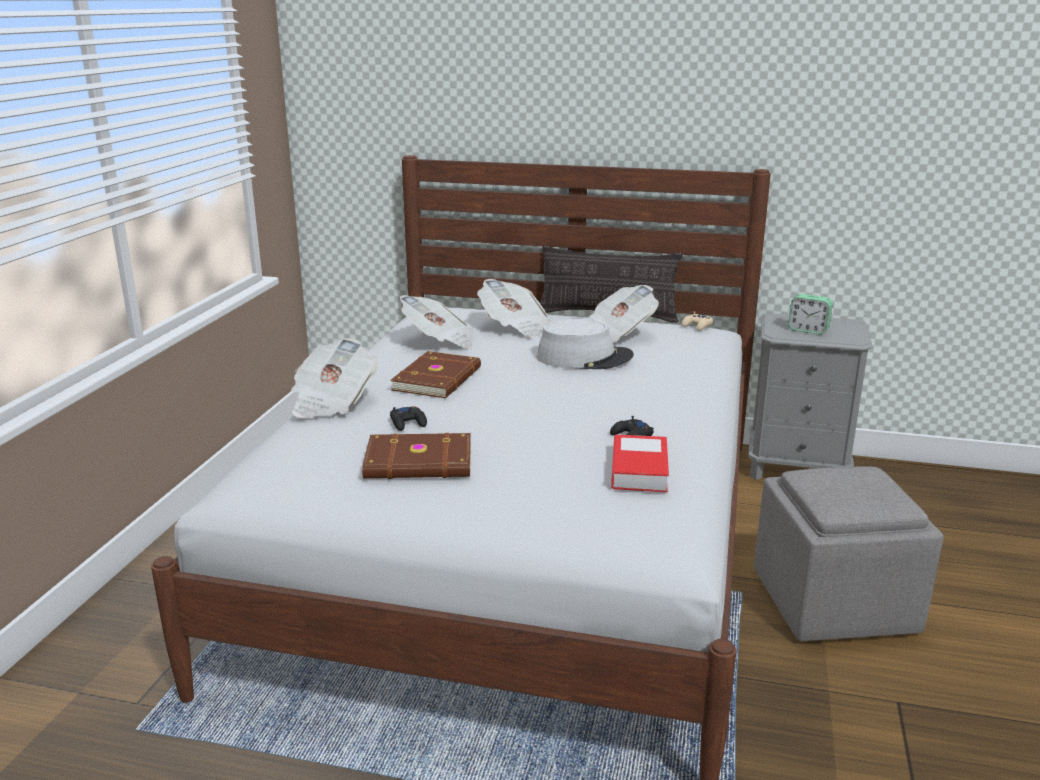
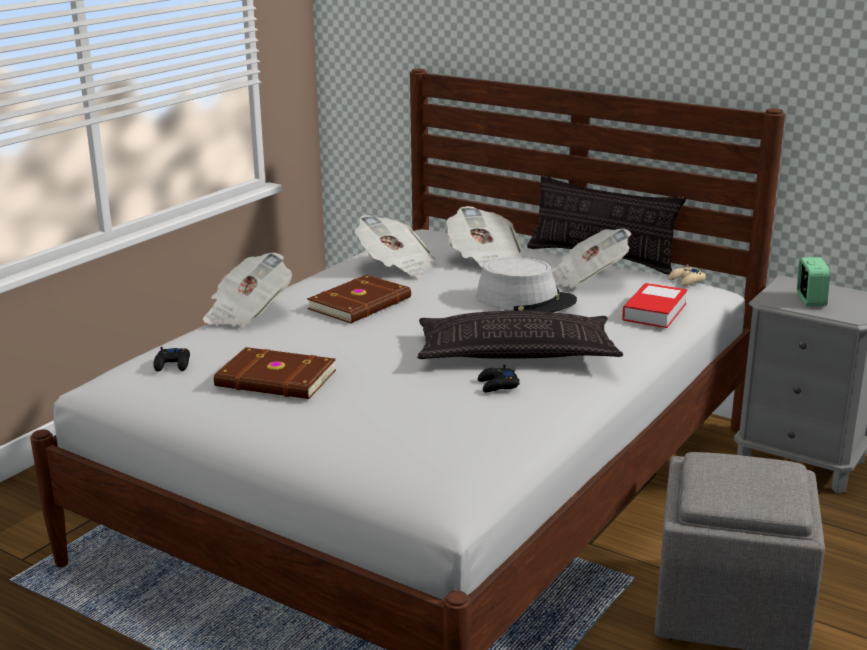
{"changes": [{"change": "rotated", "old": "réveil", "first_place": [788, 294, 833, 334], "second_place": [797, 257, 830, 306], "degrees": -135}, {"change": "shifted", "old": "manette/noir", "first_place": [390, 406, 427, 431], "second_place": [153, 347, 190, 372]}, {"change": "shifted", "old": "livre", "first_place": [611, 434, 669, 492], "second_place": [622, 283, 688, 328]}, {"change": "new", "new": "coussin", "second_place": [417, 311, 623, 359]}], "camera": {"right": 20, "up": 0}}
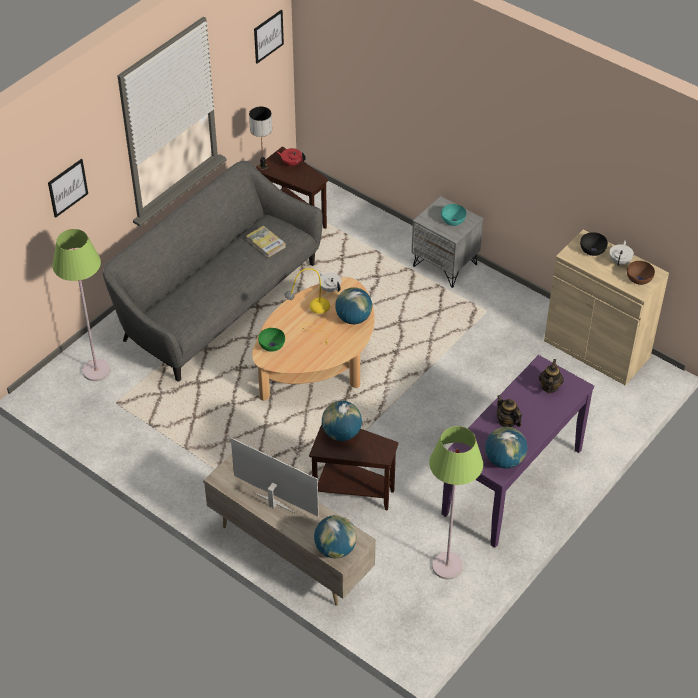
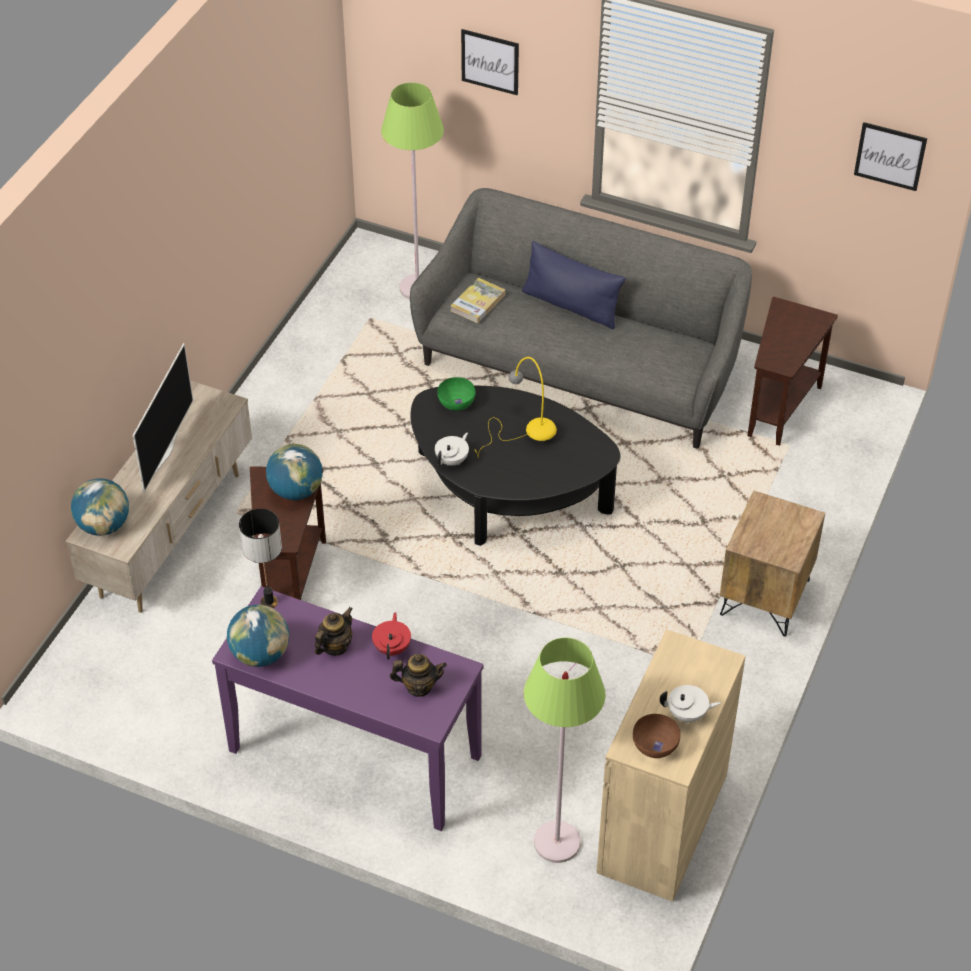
{"changes": [{"change": "shifted", "old": "lampe de table", "first_place": [249, 106, 272, 170], "second_place": [239, 508, 282, 608]}, {"change": "shifted", "old": "théière/rouge", "first_place": [276, 148, 306, 167], "second_place": [372, 612, 411, 660]}, {"change": "repainted", "old": "table de chevet/gris", "new": "table de chevet/marron", "first_place": [411, 196, 483, 288], "second_place": [720, 491, 825, 636]}, {"change": "gone", "old": "bol/turquoise", "first_place": [441, 204, 466, 226]}, {"change": "shifted", "old": "livre", "first_place": [246, 226, 286, 258], "second_place": [450, 278, 505, 323]}, {"change": "gone", "old": "bol/noir", "first_place": [580, 232, 608, 256]}, {"change": "shifted", "old": "théière/blanc", "first_place": [319, 271, 341, 292], "second_place": [435, 433, 469, 466]}, {"change": "repainted", "old": "table basse/beige", "new": "table basse/noir", "first_place": [252, 277, 375, 401], "second_place": [410, 386, 621, 546]}, {"change": "gone", "old": "globe", "first_place": [335, 287, 372, 324]}, {"change": "shifted", "old": "lampadaire/vert", "first_place": [429, 426, 483, 579], "second_place": [524, 638, 606, 863]}, {"change": "new", "new": "coussin/bleu", "second_place": [522, 241, 626, 329]}], "camera": {"right": 75, "up": 0}}
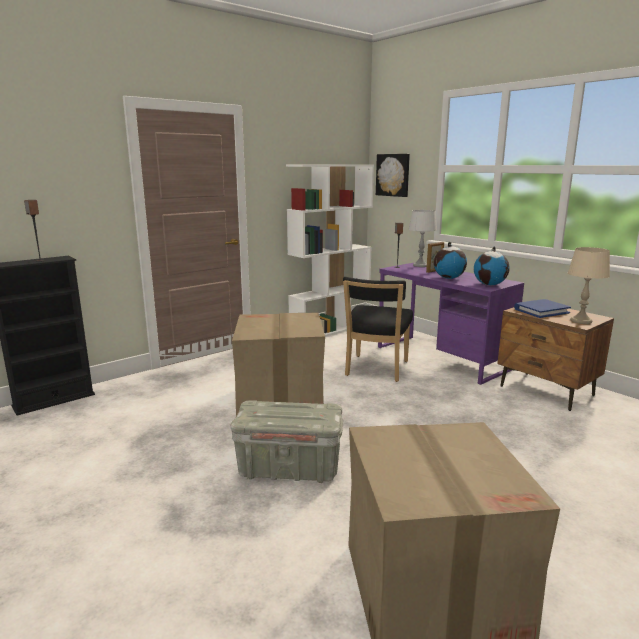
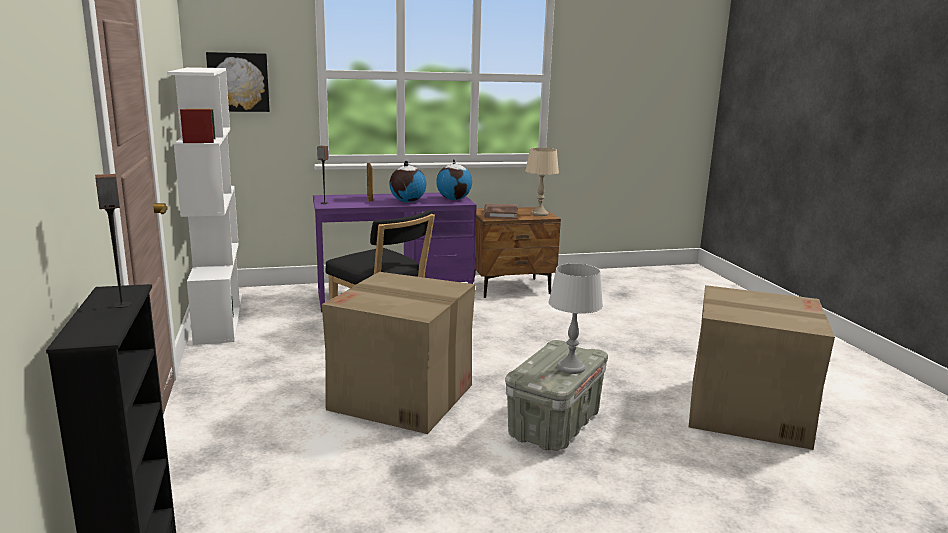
{"changes": [{"change": "shifted", "old": "lampe de table/gris", "first_place": [408, 210, 437, 267], "second_place": [549, 263, 603, 374]}, {"change": "repainted", "old": "livre/bleu", "new": "livre/marron", "first_place": [514, 299, 571, 318], "second_place": [484, 204, 518, 219]}], "camera": {"right": -65, "up": 0}}
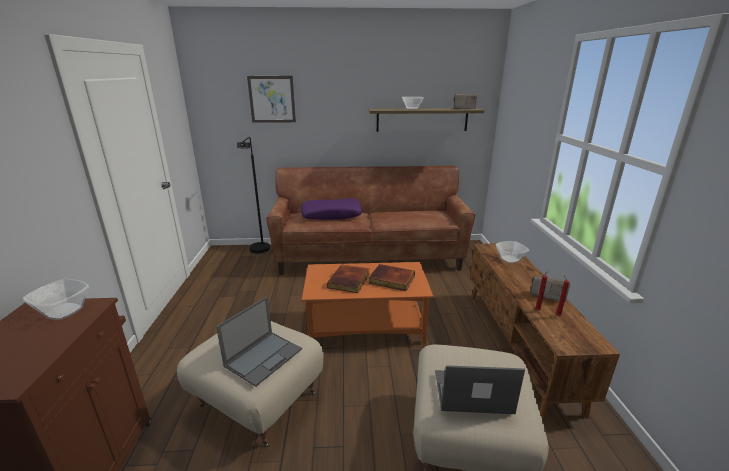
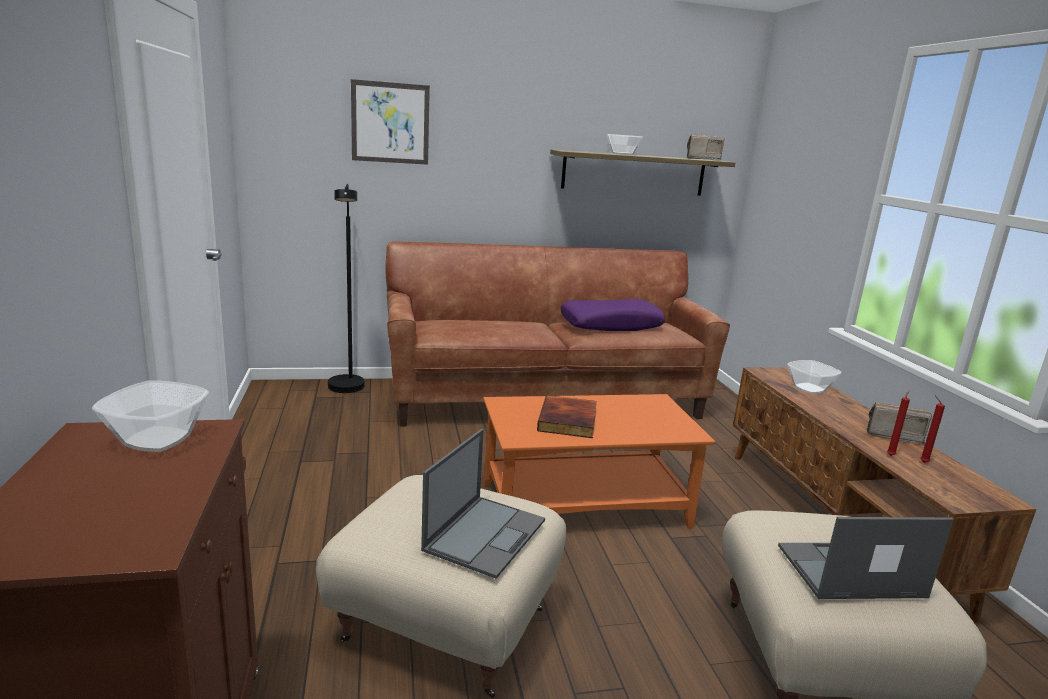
{"changes": [{"change": "shifted", "old": "coussin/violet", "first_place": [301, 198, 362, 220], "second_place": [561, 299, 665, 331]}, {"change": "gone", "old": "livre", "first_place": [368, 264, 415, 291]}], "camera": {"right": -10, "up": -5}}
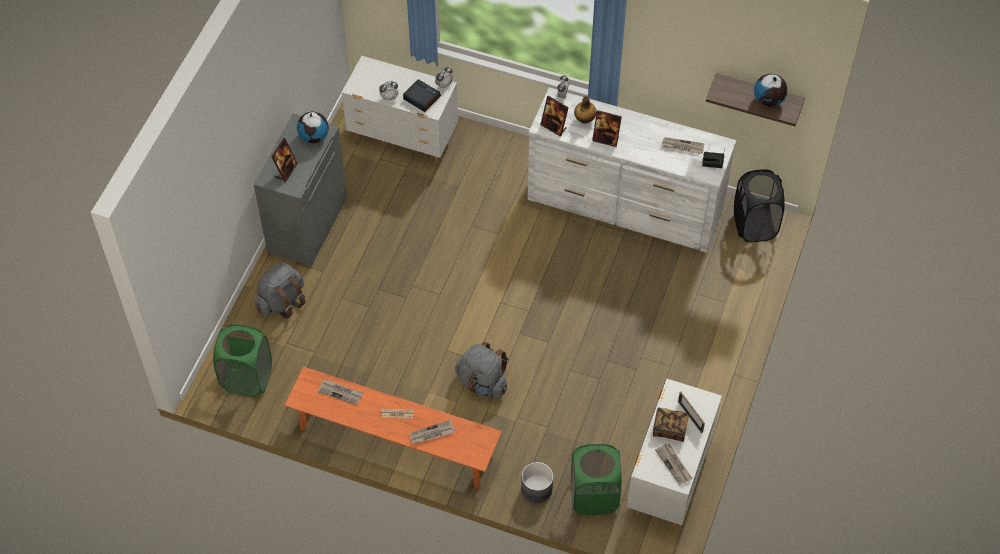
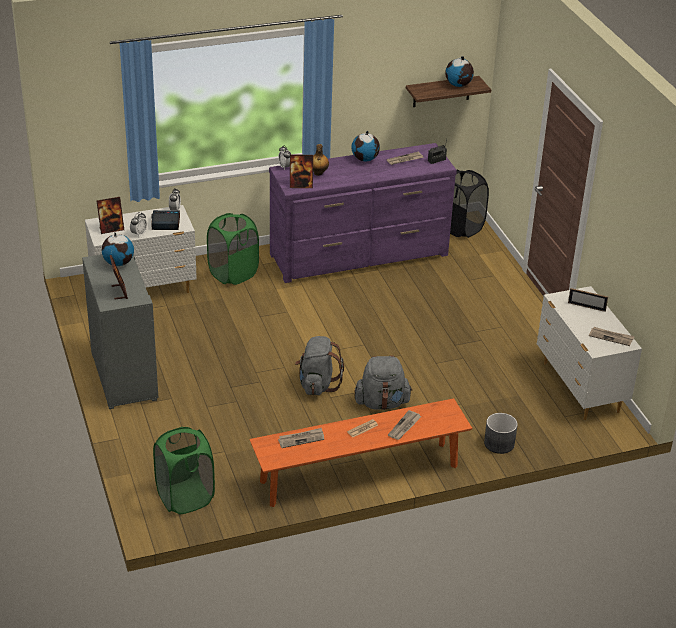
{"changes": [{"change": "repainted", "old": "commode/blanc", "new": "commode/violet", "first_place": [528, 87, 737, 253], "second_place": [269, 143, 457, 283]}, {"change": "shifted", "old": "cadre photo", "first_place": [592, 110, 622, 147], "second_place": [96, 197, 124, 234]}, {"change": "shifted", "old": "sac à dos/gris", "first_place": [255, 262, 306, 319], "second_place": [295, 336, 344, 395]}, {"change": "gone", "old": "livre", "first_place": [653, 407, 689, 442]}, {"change": "shifted", "old": "panier à linge/vert", "first_place": [571, 444, 621, 515], "second_place": [207, 213, 259, 285]}, {"change": "new", "new": "globe", "second_place": [352, 131, 380, 162]}], "camera": {"right": -40, "up": -20}}
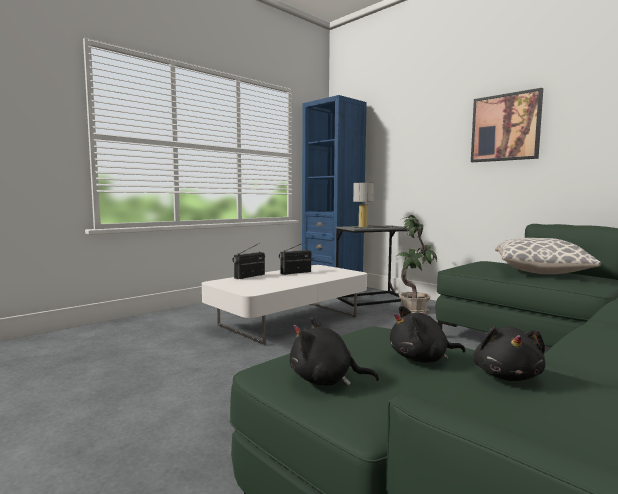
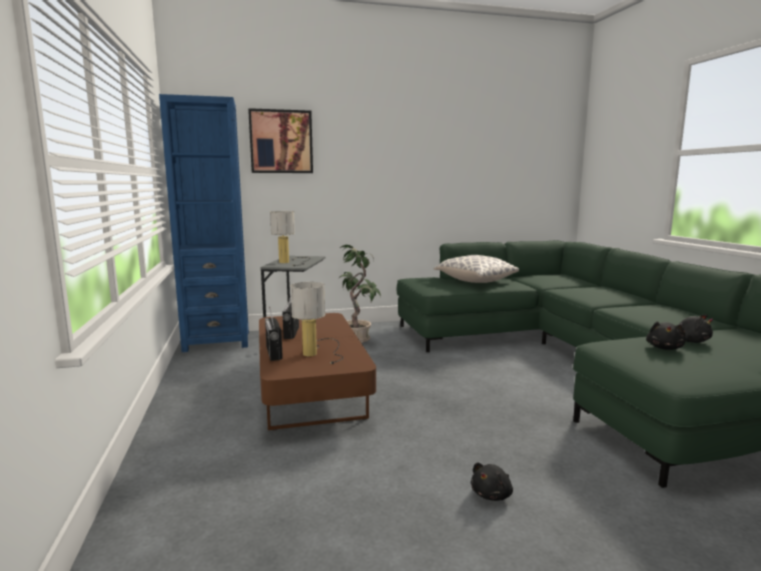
{"changes": [{"change": "shifted", "old": "tableau", "first_place": [471, 88, 543, 162], "second_place": [248, 108, 313, 173]}, {"change": "repainted", "old": "table basse/blanc", "new": "table basse/marron", "first_place": [202, 265, 367, 345], "second_place": [259, 313, 376, 431]}, {"change": "shifted", "old": "peluche/noir", "first_place": [290, 318, 379, 386], "second_place": [471, 463, 513, 501]}, {"change": "new", "new": "lampe de table", "second_place": [291, 282, 343, 364]}], "camera": {"right": -60, "up": 5}}
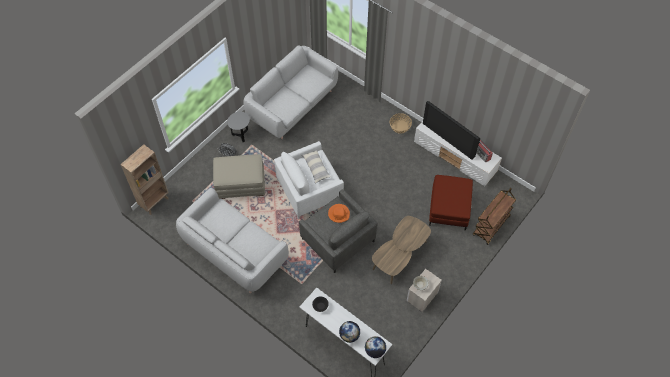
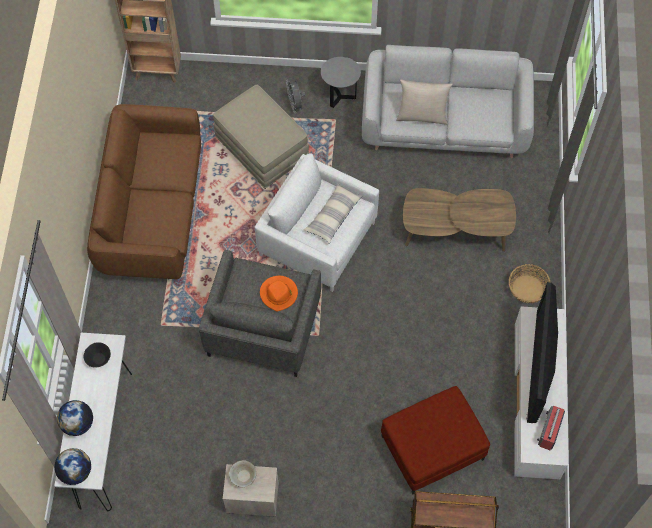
{"changes": [{"change": "repainted", "old": "canapé/gris", "new": "canapé/marron", "first_place": [176, 188, 289, 293], "second_place": [87, 104, 201, 279]}, {"change": "shifted", "old": "table basse/marron", "first_place": [372, 216, 431, 284], "second_place": [403, 188, 516, 252]}, {"change": "new", "new": "coussin/beige", "second_place": [396, 79, 453, 125]}], "camera": {"right": 55, "up": 5}}
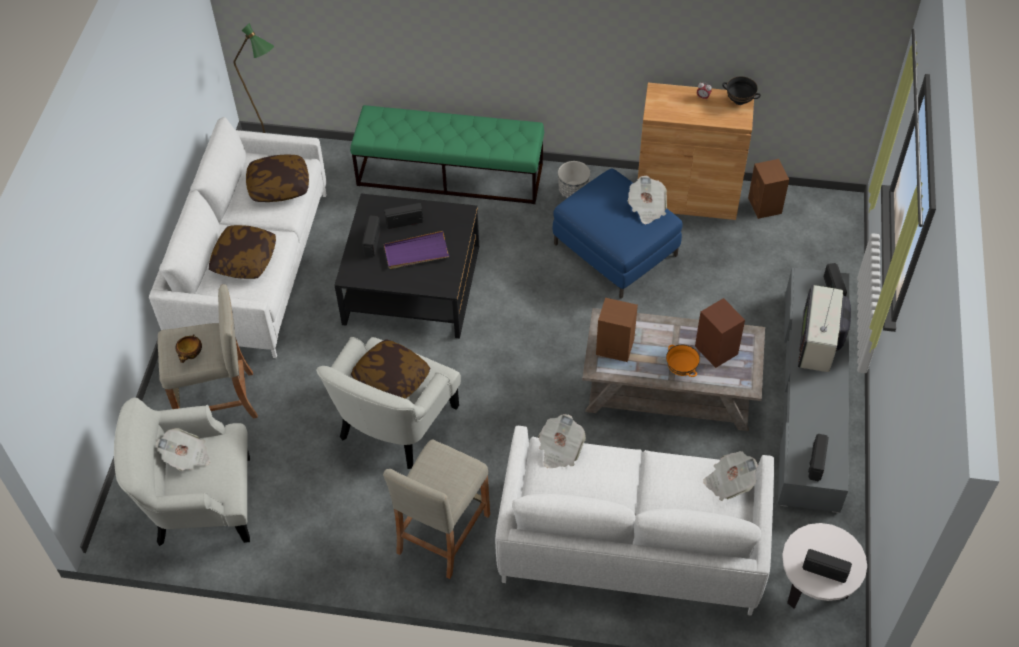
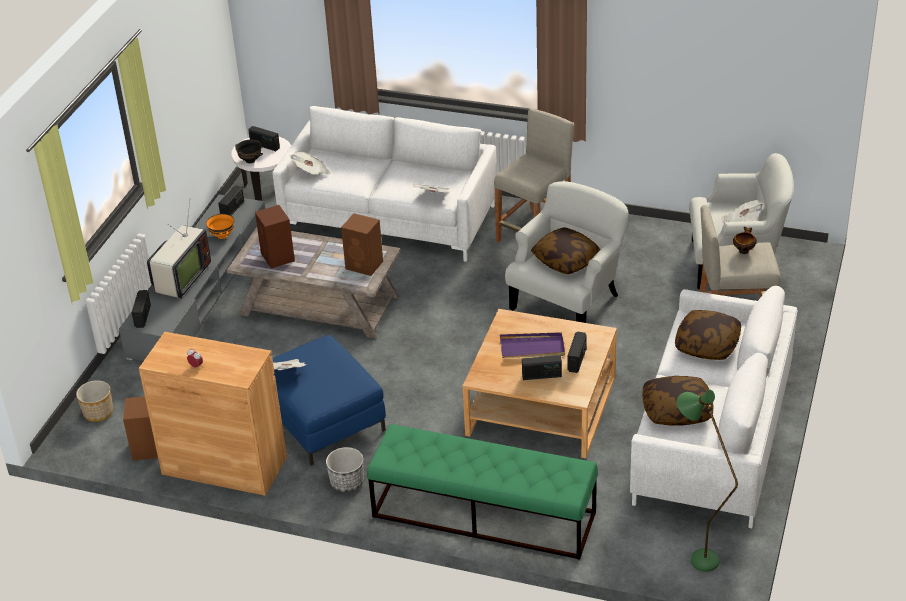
{"changes": [{"change": "shifted", "old": "bol/noir", "first_place": [722, 76, 761, 105], "second_place": [235, 140, 263, 163]}, {"change": "repainted", "old": "table basse/noir", "new": "table basse/beige", "first_place": [334, 194, 479, 339], "second_place": [463, 309, 617, 458]}, {"change": "shifted", "old": "bol/orange", "first_place": [666, 345, 700, 377], "second_place": [206, 214, 234, 239]}, {"change": "new", "new": "cache-pot", "second_place": [76, 380, 113, 422]}], "camera": {"right": -170, "up": -15}}
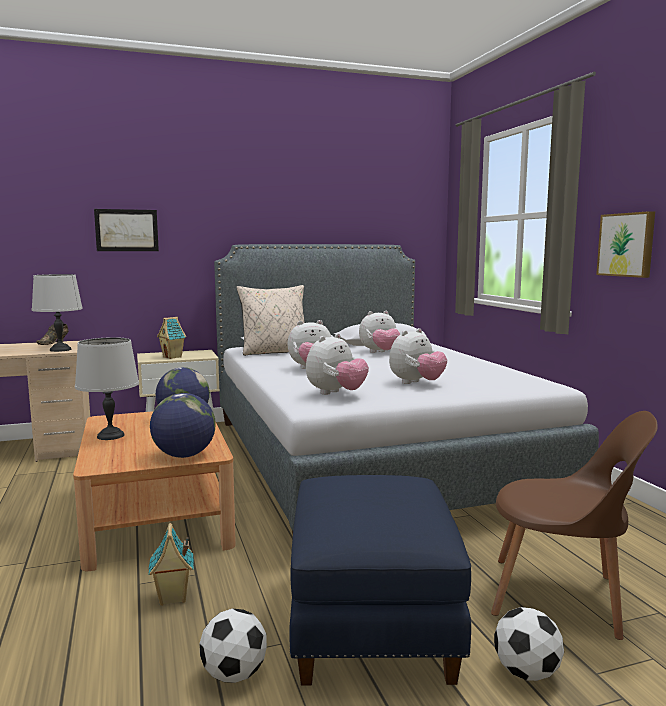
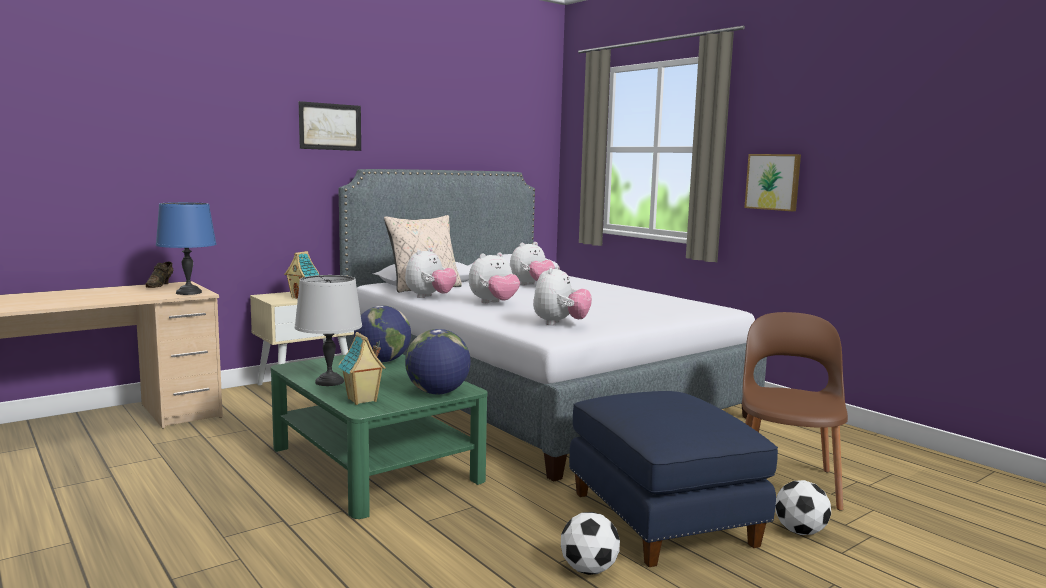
{"changes": [{"change": "shifted", "old": "tableau", "first_place": [94, 209, 159, 251], "second_place": [299, 101, 361, 151]}, {"change": "repainted", "old": "lampe de table/gris", "new": "lampe de table/bleu", "first_place": [32, 274, 83, 352], "second_place": [156, 202, 216, 295]}, {"change": "shifted", "old": "peluche", "first_place": [389, 328, 447, 384], "second_place": [405, 248, 457, 298]}, {"change": "repainted", "old": "table basse/marron", "new": "table basse/vert", "first_place": [73, 411, 236, 571], "second_place": [271, 354, 488, 519]}, {"change": "rotated", "old": "chaise/marron", "first_place": [491, 411, 658, 640], "second_place": [742, 312, 848, 511], "degrees": -75}, {"change": "shifted", "old": "maison miniature", "first_place": [148, 523, 194, 606], "second_place": [338, 332, 386, 405]}], "camera": {"right": -20, "up": 0}}
